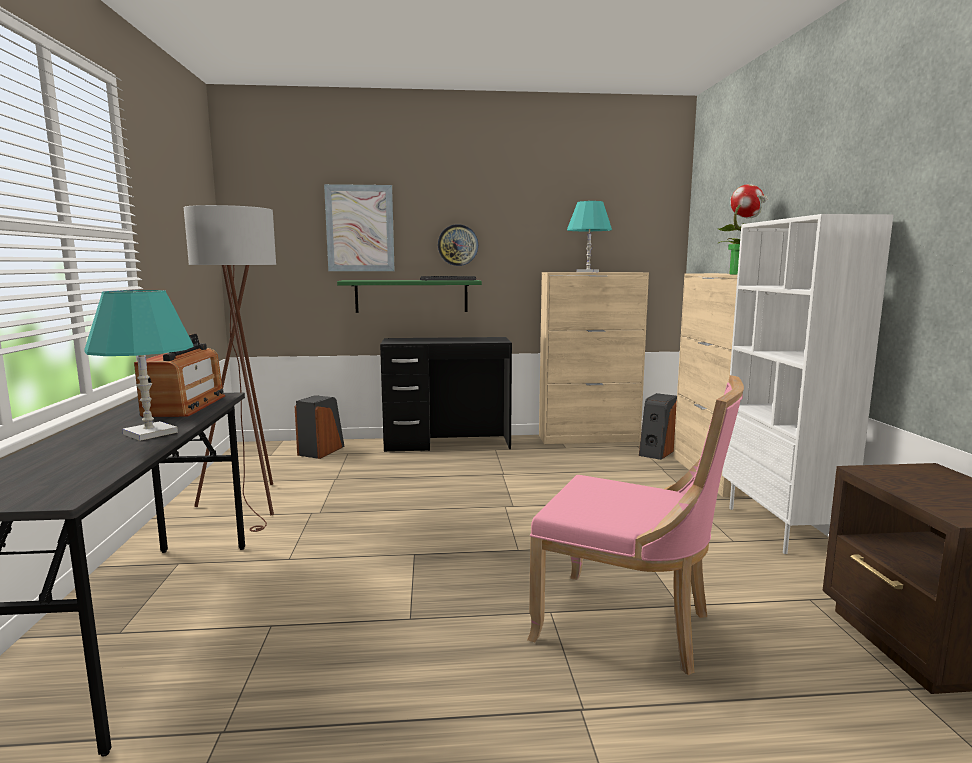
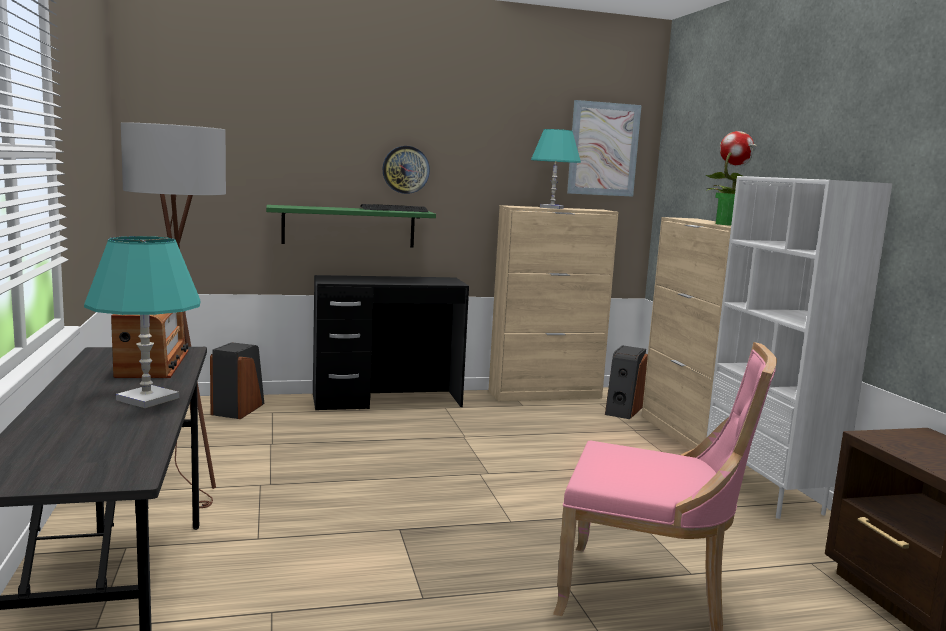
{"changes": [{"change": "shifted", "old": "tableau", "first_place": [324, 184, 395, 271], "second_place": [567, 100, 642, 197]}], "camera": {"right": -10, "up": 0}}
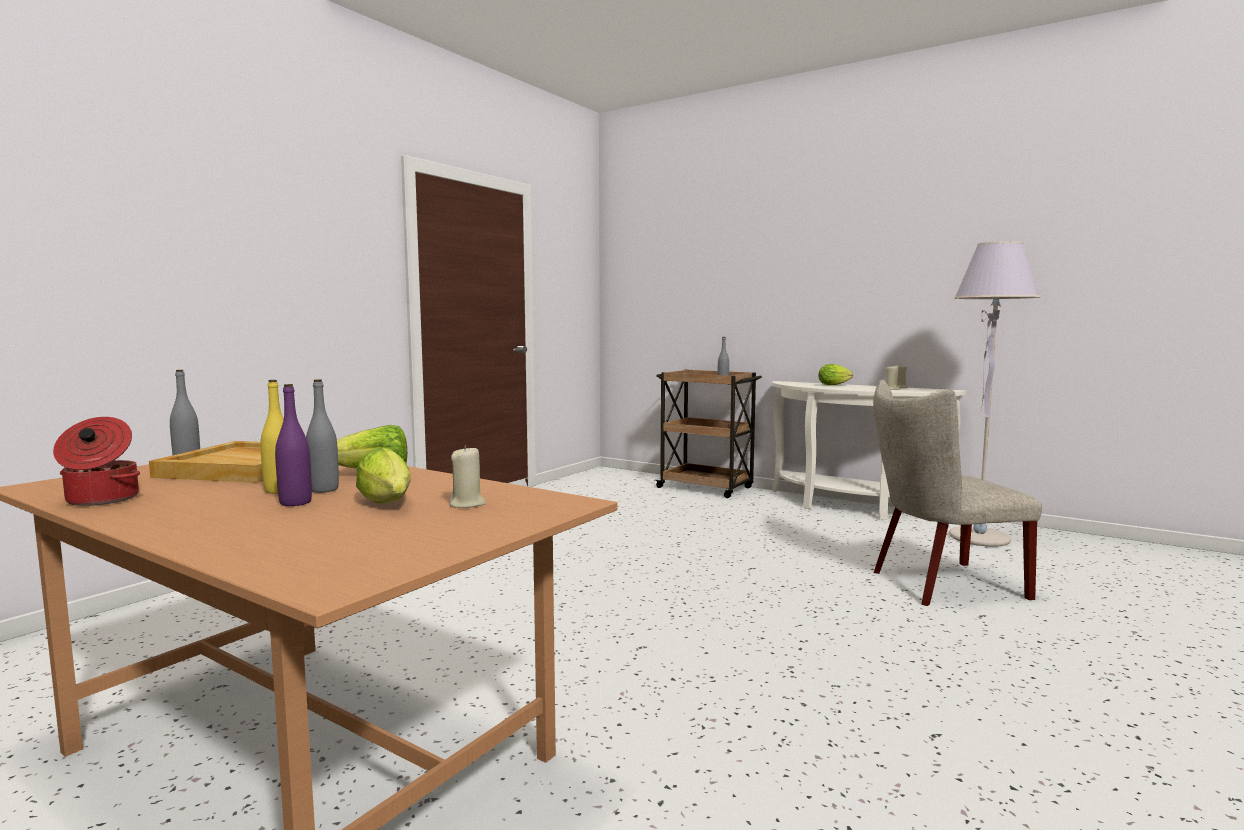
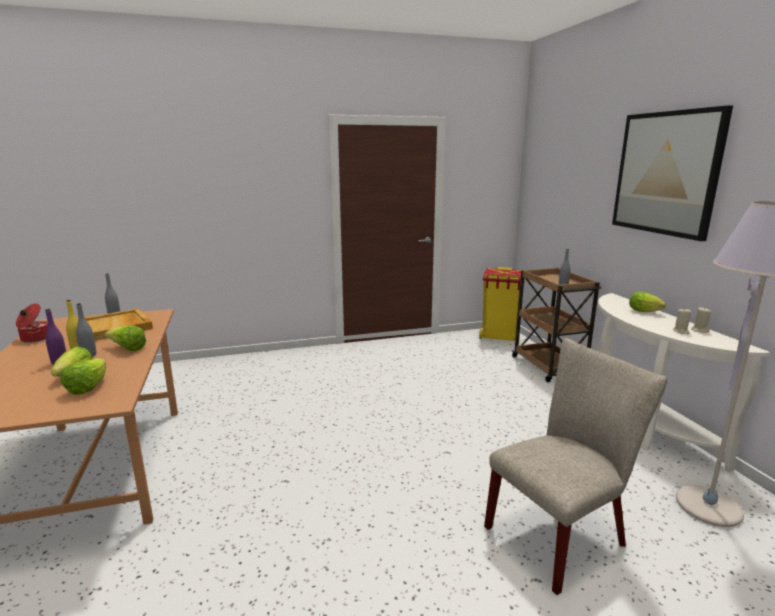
{"changes": [{"change": "rotated", "old": "chaise/beige", "first_place": [873, 380, 1042, 606], "second_place": [484, 338, 667, 595], "degrees": 120}, {"change": "swapped", "old": "bougie/beige", "new": "laitue", "first_place": [449, 445, 486, 508], "second_place": [60, 358, 106, 395]}, {"change": "new", "new": "tableau", "second_place": [612, 105, 733, 241]}, {"change": "new", "new": "poubelle/jaune", "second_place": [479, 267, 521, 341]}], "camera": {"right": 40, "up": 10}}
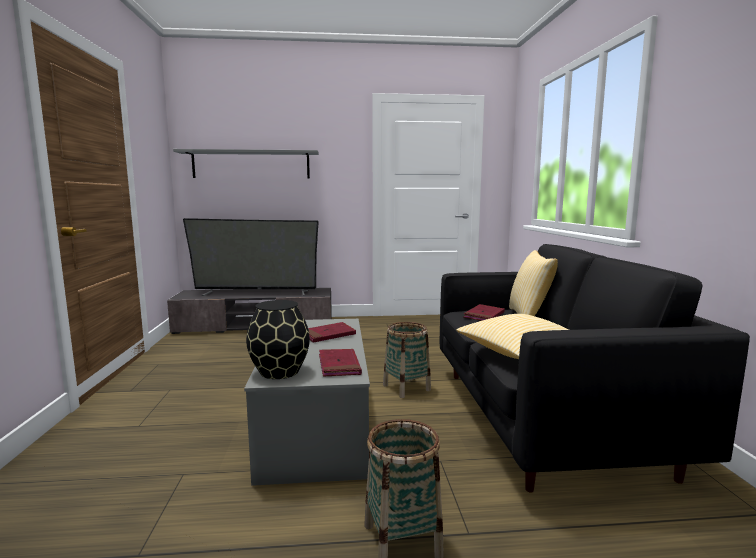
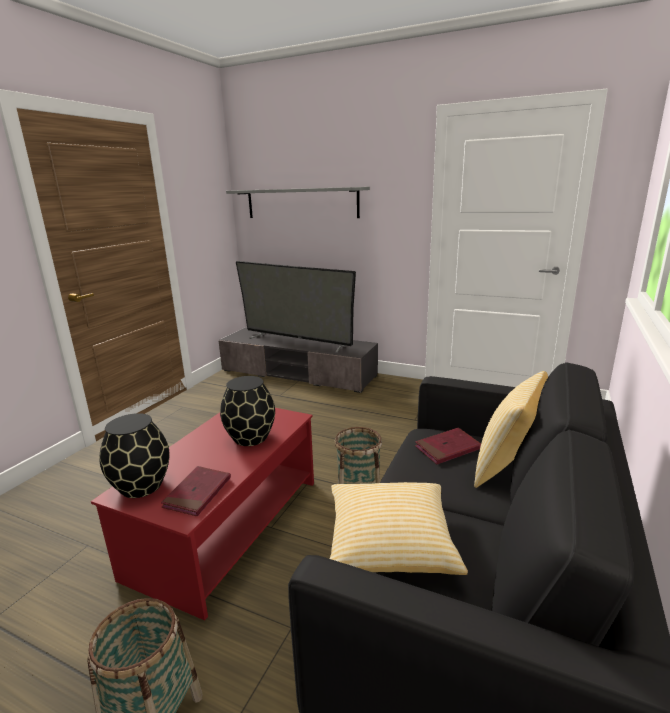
{"changes": [{"change": "repainted", "old": "table basse/gris", "new": "table basse/rouge", "first_place": [244, 319, 370, 486], "second_place": [91, 408, 314, 620]}, {"change": "swapped", "old": "livre/rouge", "new": "vase/noir", "first_place": [308, 322, 356, 343], "second_place": [220, 376, 275, 446]}], "camera": {"right": 30, "up": 10}}
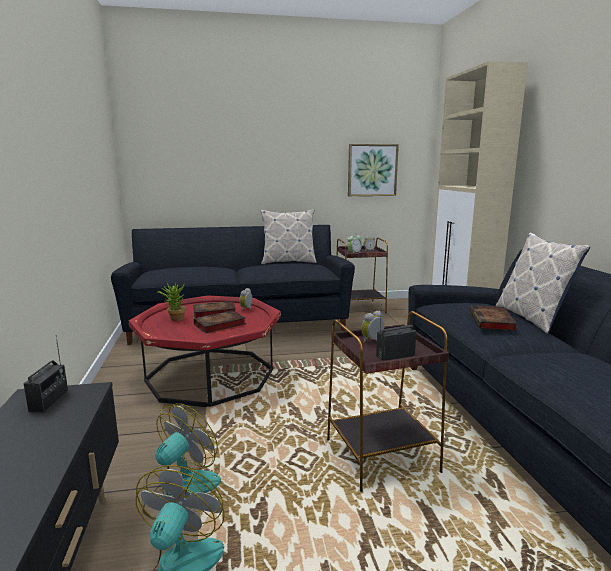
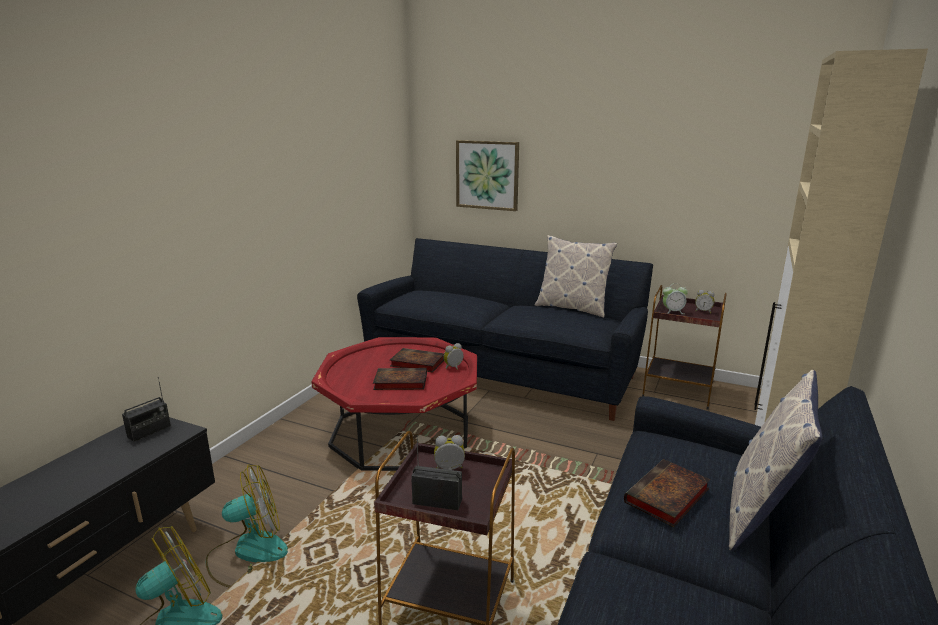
{"changes": [{"change": "shifted", "old": "tableau", "first_place": [348, 144, 399, 196], "second_place": [456, 140, 519, 211]}, {"change": "gone", "old": "plante en pot", "first_place": [158, 282, 186, 321]}], "camera": {"right": 35, "up": 5}}
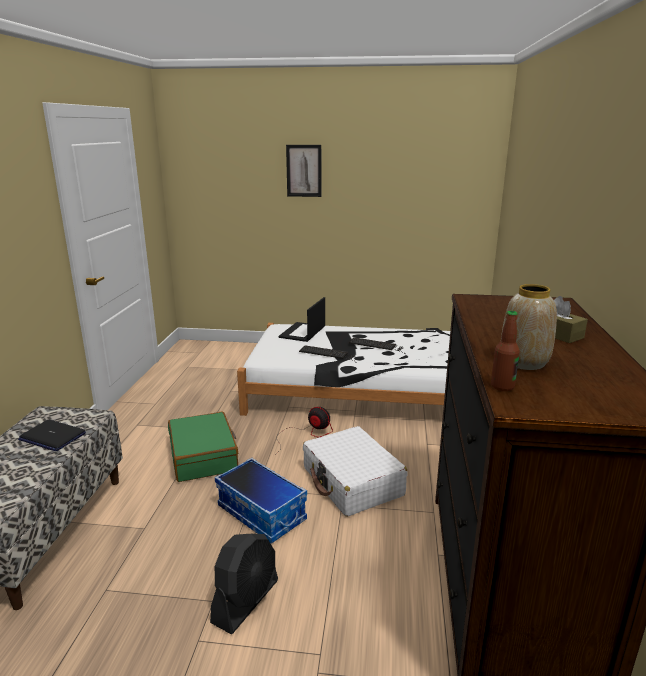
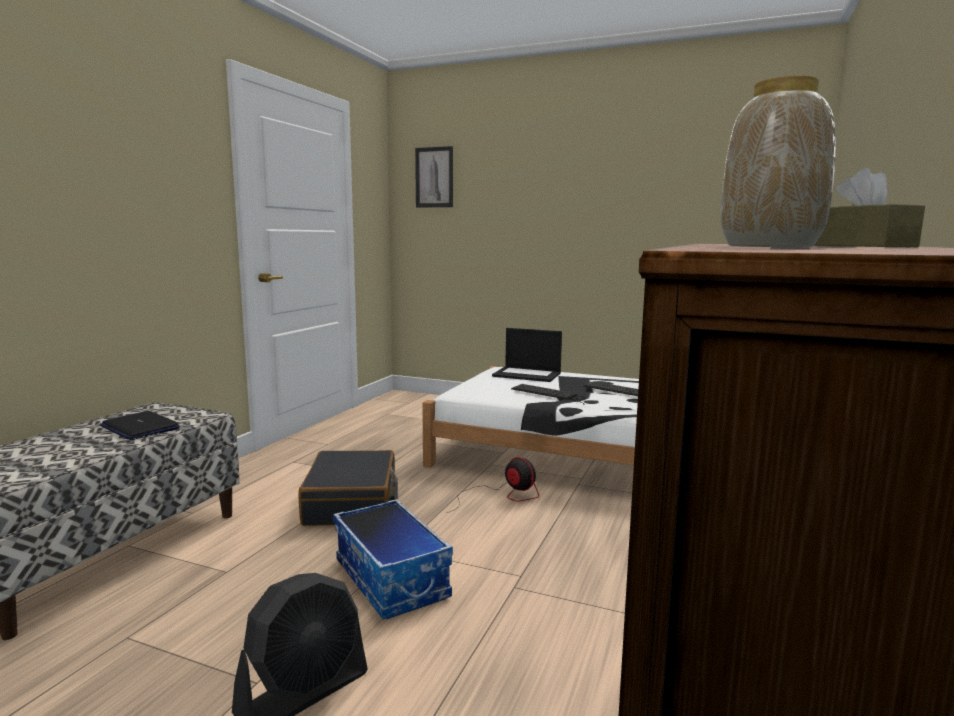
{"changes": [{"change": "shifted", "old": "tableau", "first_place": [286, 145, 321, 197], "second_place": [415, 146, 453, 208]}, {"change": "rotated", "old": "ordinateur portable", "first_place": [278, 297, 325, 342], "second_place": [492, 328, 562, 382], "degrees": -105}, {"change": "gone", "old": "bouteille", "first_place": [491, 311, 520, 391]}, {"change": "repainted", "old": "valise/vert", "new": "valise/noir", "first_place": [168, 412, 238, 482], "second_place": [298, 450, 398, 526]}, {"change": "gone", "old": "valise/blanc", "first_place": [303, 426, 407, 517]}], "camera": {"right": 15, "up": -10}}
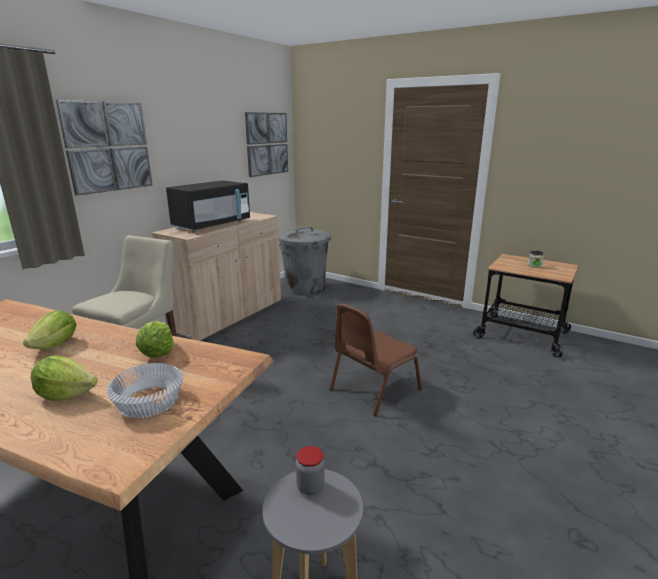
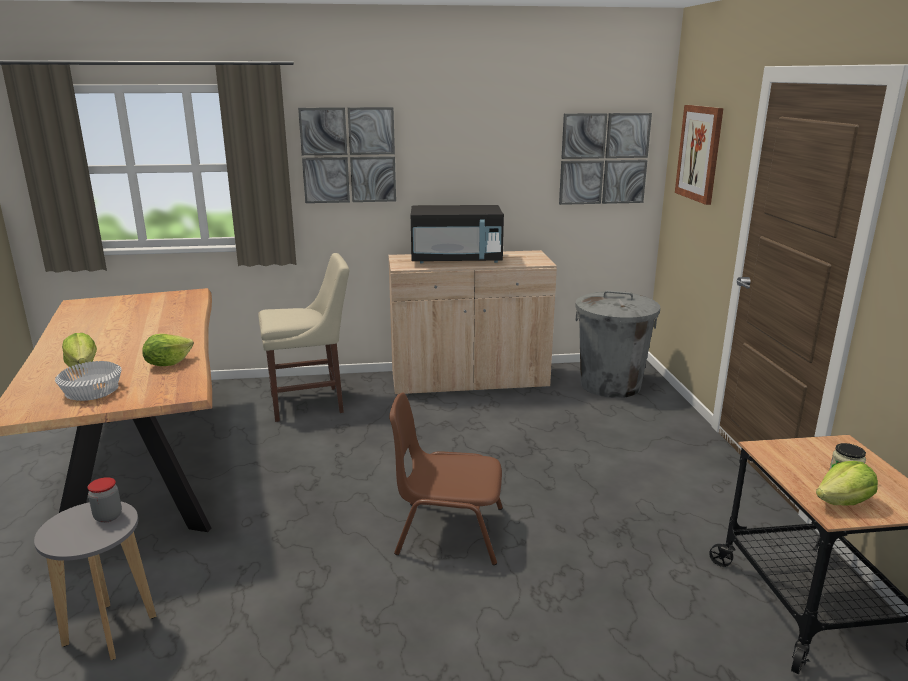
{"changes": [{"change": "shifted", "old": "laitue", "first_place": [23, 310, 77, 349], "second_place": [816, 461, 878, 505]}, {"change": "new", "new": "tableau", "second_place": [675, 105, 724, 205]}], "camera": {"right": 50, "up": 0}}
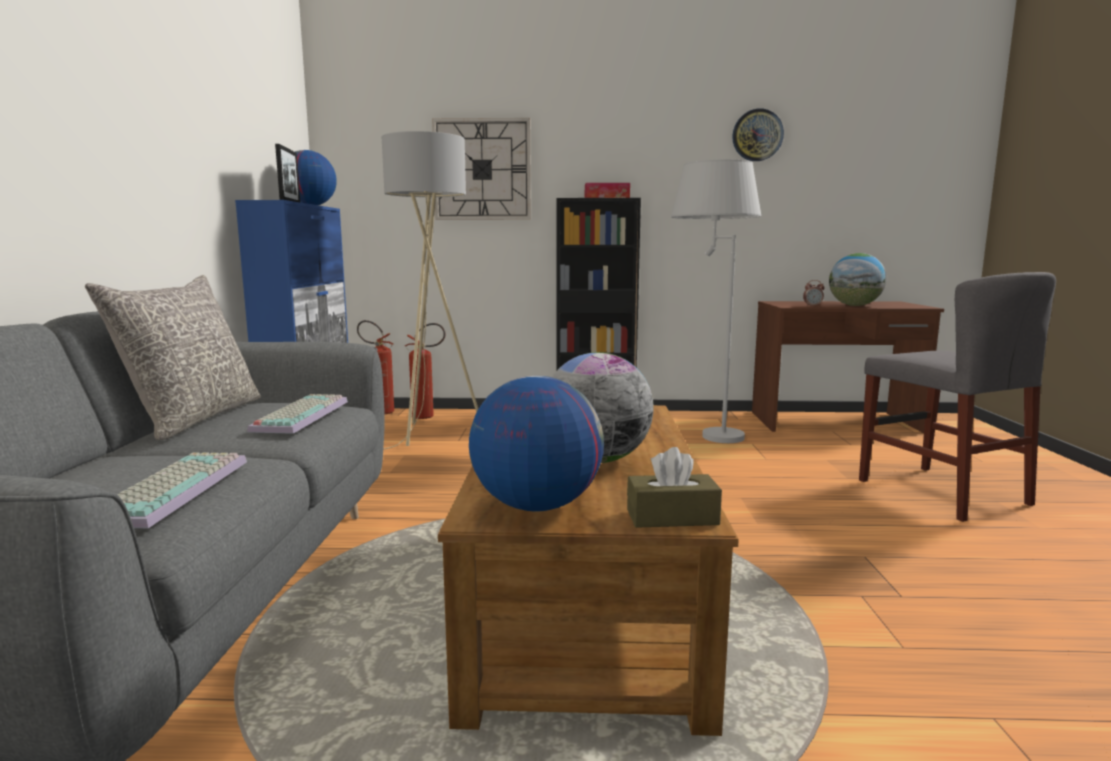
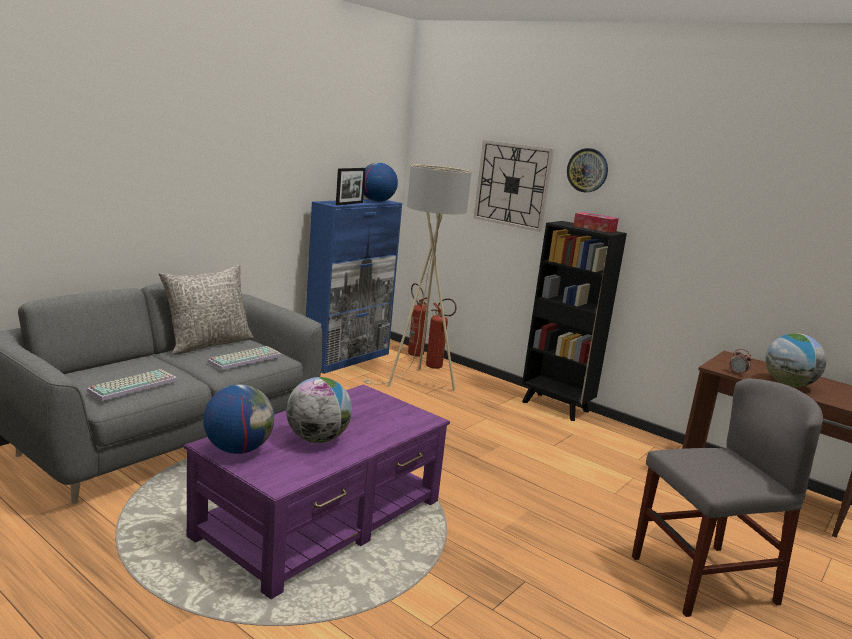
{"changes": [{"change": "shifted", "old": "horloge murale", "first_place": [732, 108, 784, 161], "second_place": [567, 148, 608, 192]}, {"change": "gone", "old": "lampadaire/blanc", "first_place": [671, 159, 761, 443]}, {"change": "rotated", "old": "chaise/gris", "first_place": [859, 272, 1056, 522], "second_place": [632, 378, 823, 617], "degrees": -120}, {"change": "repainted", "old": "table basse/marron", "new": "table basse/violet", "first_place": [438, 405, 739, 736], "second_place": [184, 384, 450, 599]}, {"change": "gone", "old": "boîte à mouchoirs/marron", "first_place": [627, 447, 722, 528]}], "camera": {"right": 35, "up": 5}}
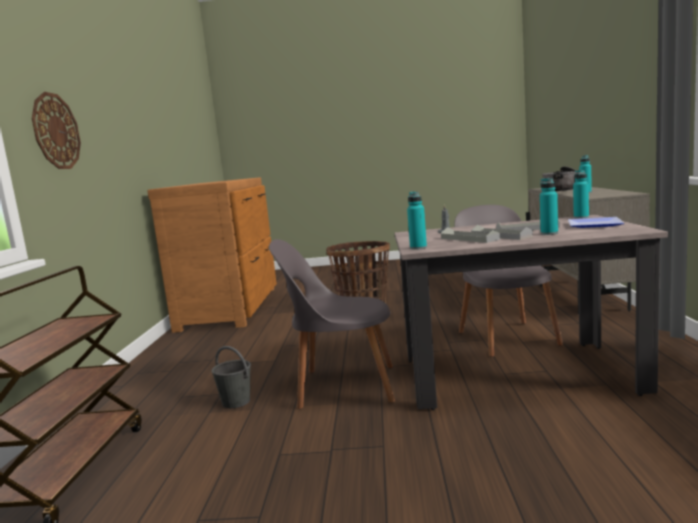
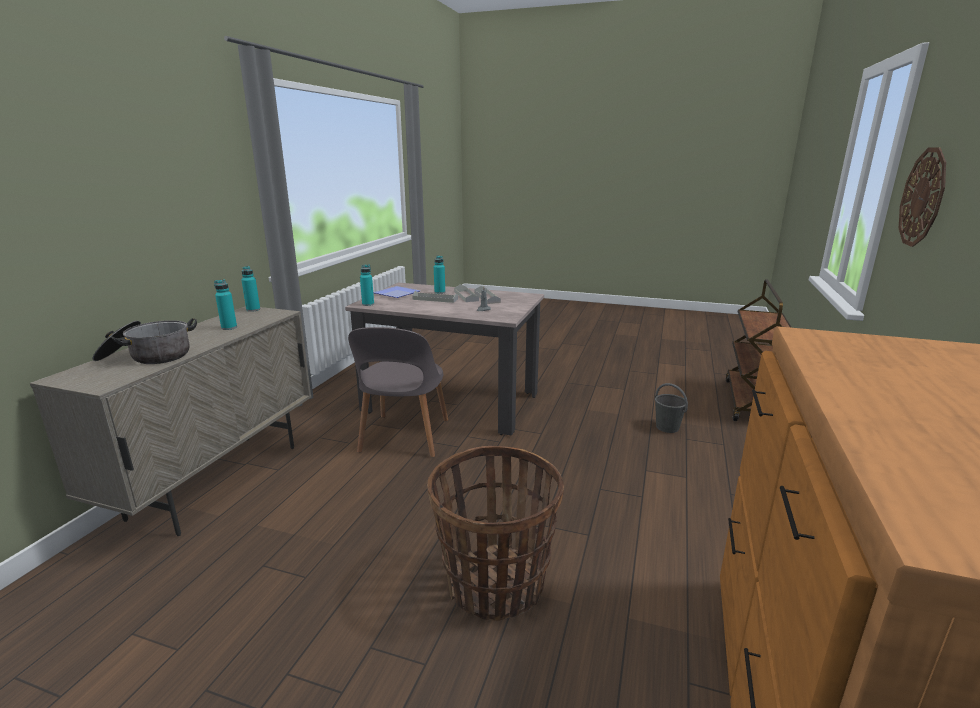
{"changes": [{"change": "shifted", "old": "bouteille/turquoise", "first_place": [407, 192, 427, 250], "second_place": [241, 266, 260, 312]}, {"change": "gone", "old": "chaise/gris", "first_place": [269, 239, 395, 409]}], "camera": {"right": -165, "up": 10}}
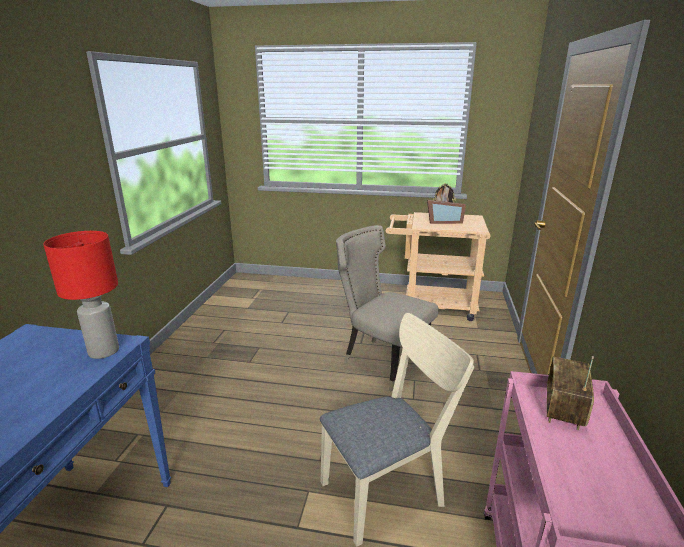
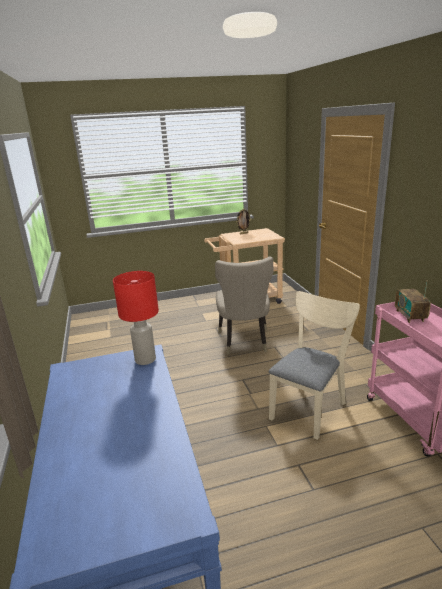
{"changes": [{"change": "gone", "old": "cadre photo", "first_place": [427, 200, 466, 224]}, {"change": "rotated", "old": "chaise/beige", "first_place": [336, 225, 439, 392], "second_place": [215, 257, 273, 355], "degrees": -105}], "camera": {"right": -25, "up": 0}}
